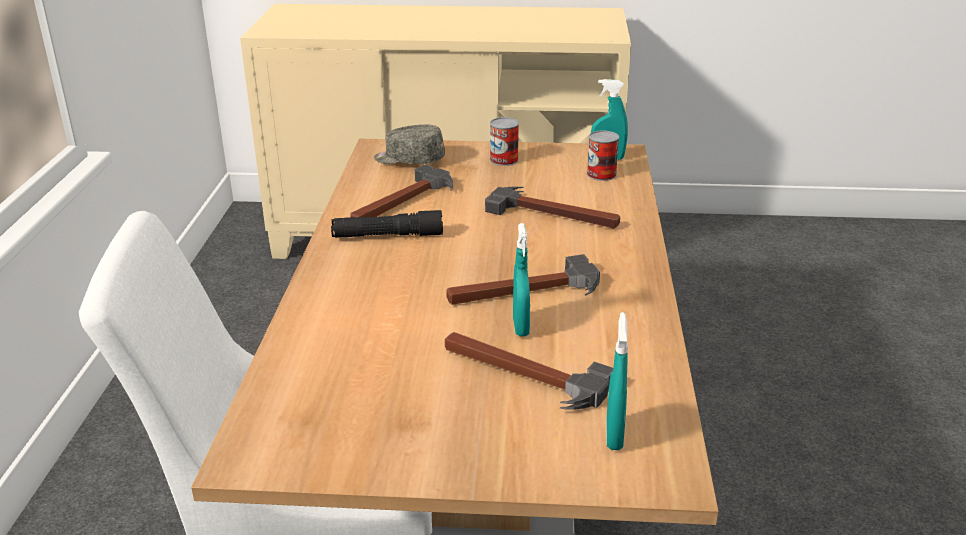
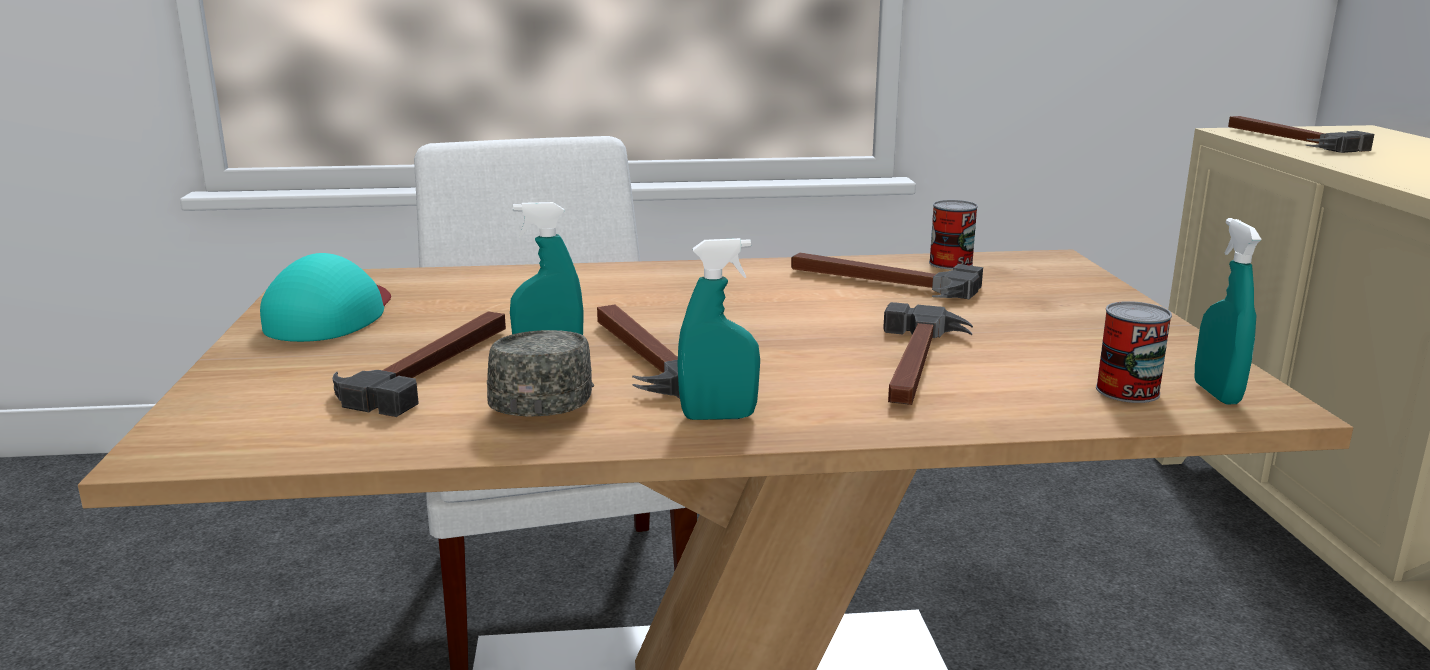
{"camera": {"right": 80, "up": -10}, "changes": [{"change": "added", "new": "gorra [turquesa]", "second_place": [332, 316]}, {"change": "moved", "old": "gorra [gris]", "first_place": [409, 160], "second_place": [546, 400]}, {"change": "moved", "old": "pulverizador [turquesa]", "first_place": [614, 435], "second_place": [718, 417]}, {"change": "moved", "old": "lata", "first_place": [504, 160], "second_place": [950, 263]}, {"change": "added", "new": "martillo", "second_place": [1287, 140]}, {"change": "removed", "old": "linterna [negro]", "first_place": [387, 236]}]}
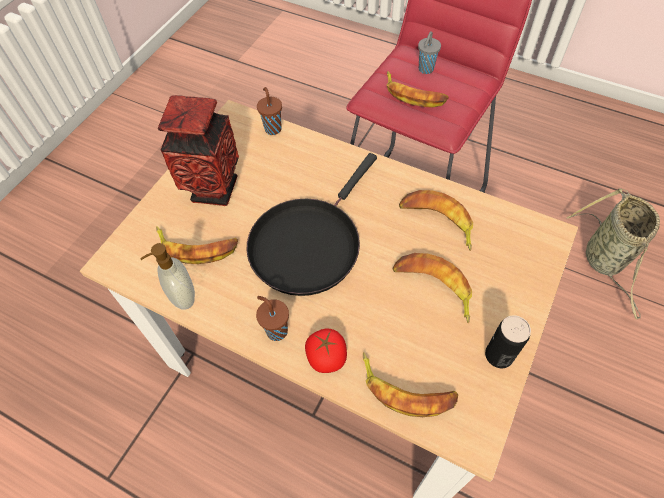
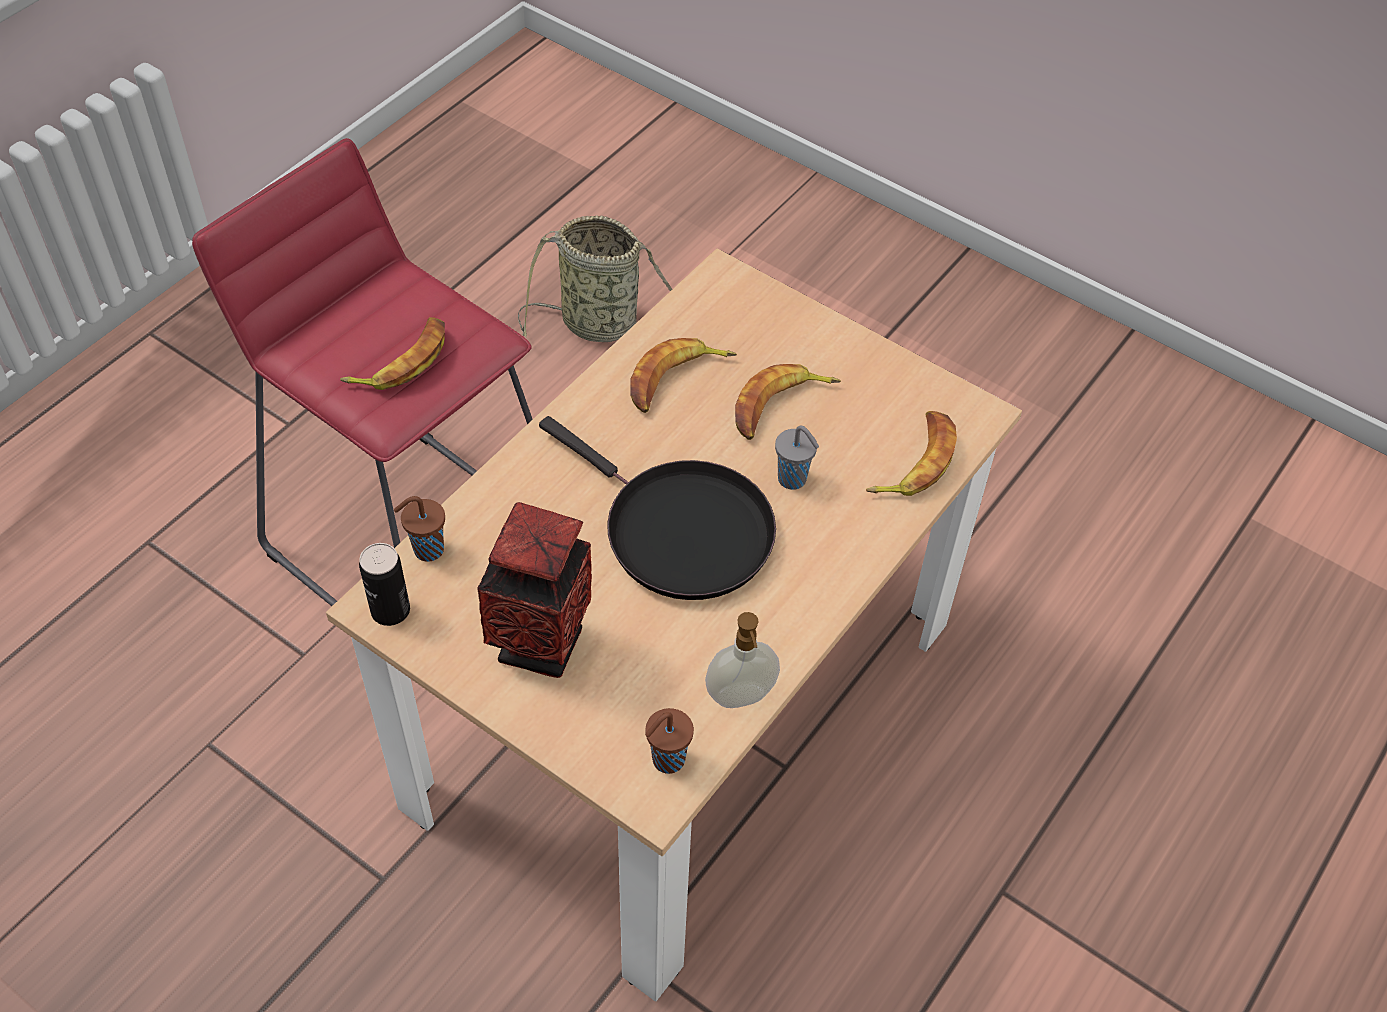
{"camera": {"right": -85, "up": -5}, "changes": [{"change": "moved", "old": "lata", "first_place": [499, 355], "second_place": [390, 610]}, {"change": "moved", "old": "taza [marrón]", "first_place": [276, 330], "second_place": [666, 761]}, {"change": "moved", "old": "taza [gris]", "first_place": [425, 70], "second_place": [793, 480]}, {"change": "removed", "old": "plátano", "first_place": [197, 247]}, {"change": "removed", "old": "tomate", "first_place": [327, 357]}]}
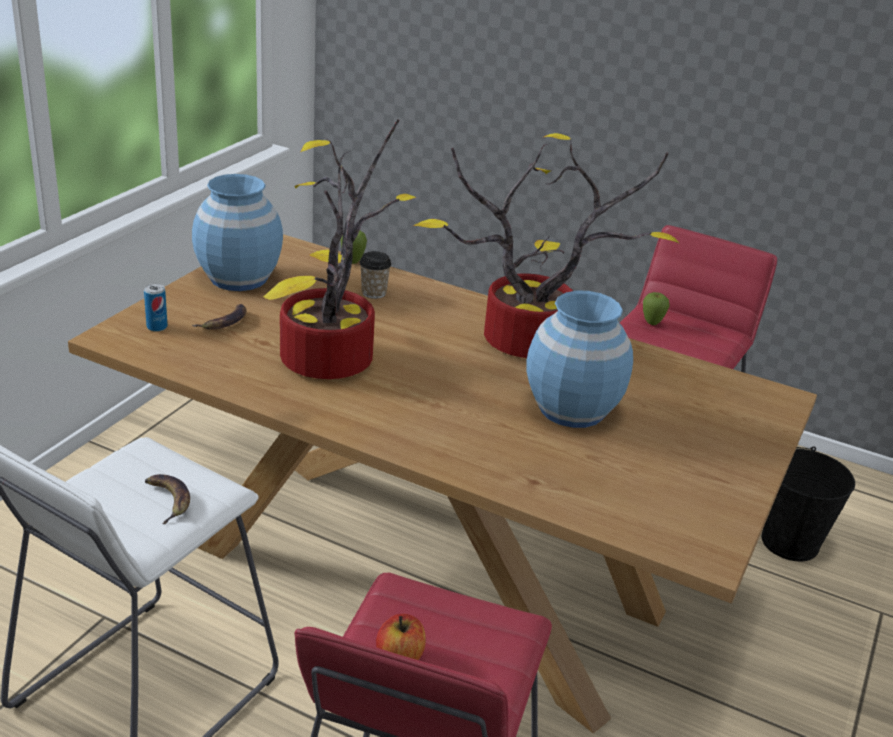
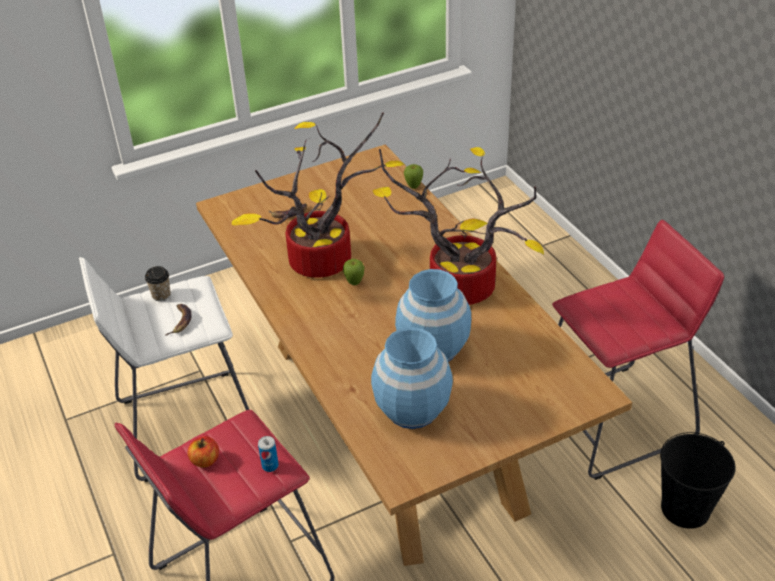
{"camera": {"right": 40, "up": 10}, "changes": [{"change": "moved", "old": "taza", "first_place": [374, 293], "second_place": [161, 295]}, {"change": "moved", "old": "lata", "first_place": [157, 327], "second_place": [270, 466]}, {"change": "moved", "old": "manzana", "first_place": [652, 323], "second_place": [354, 283]}, {"change": "moved", "old": "florero [azul]", "first_place": [238, 278], "second_place": [412, 409]}]}
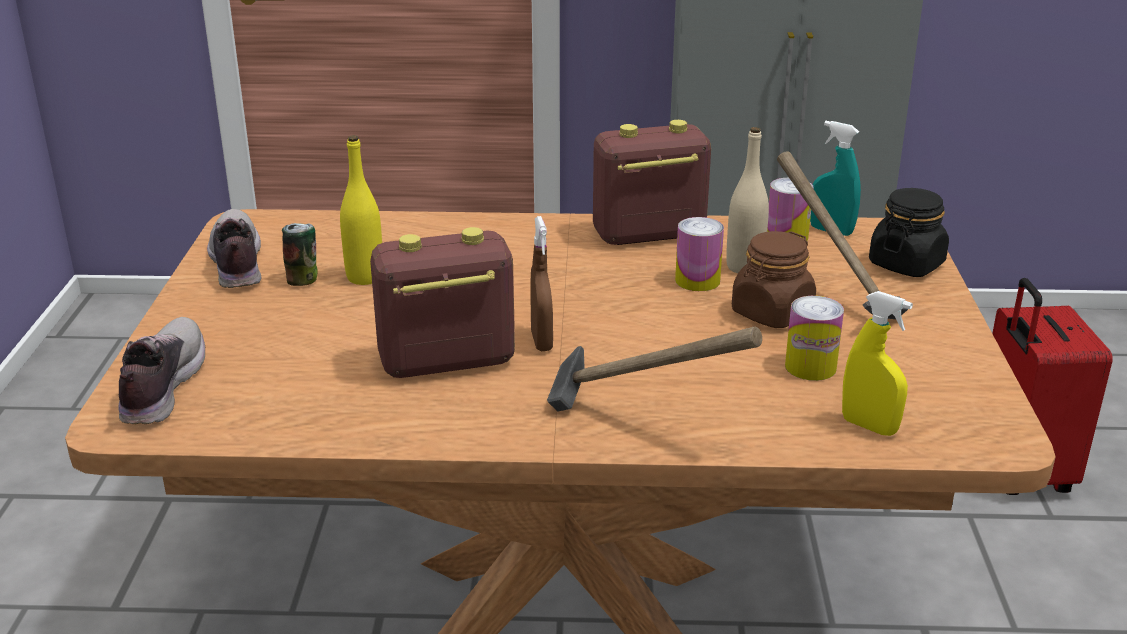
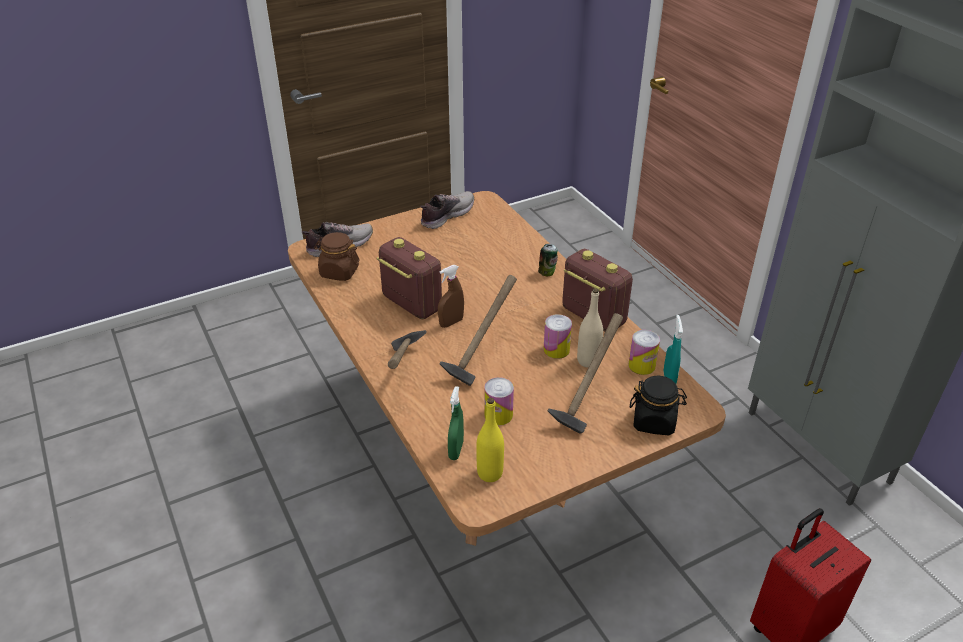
{"camera": {"right": 60, "up": 10}, "changes": [{"change": "moved", "old": "tarro [marrón]", "first_place": [771, 313], "second_place": [339, 272]}, {"change": "added", "new": "martillo", "second_place": [480, 358]}, {"change": "recoloured", "old": "pulverizador [amarillo]", "new": "pulverizador [verde]", "first_place": [869, 426], "second_place": [456, 450]}, {"change": "moved", "old": "botella [amarillo]", "first_place": [365, 277], "second_place": [490, 473]}, {"change": "moved", "old": "lata", "first_place": [303, 280], "second_place": [547, 272]}]}
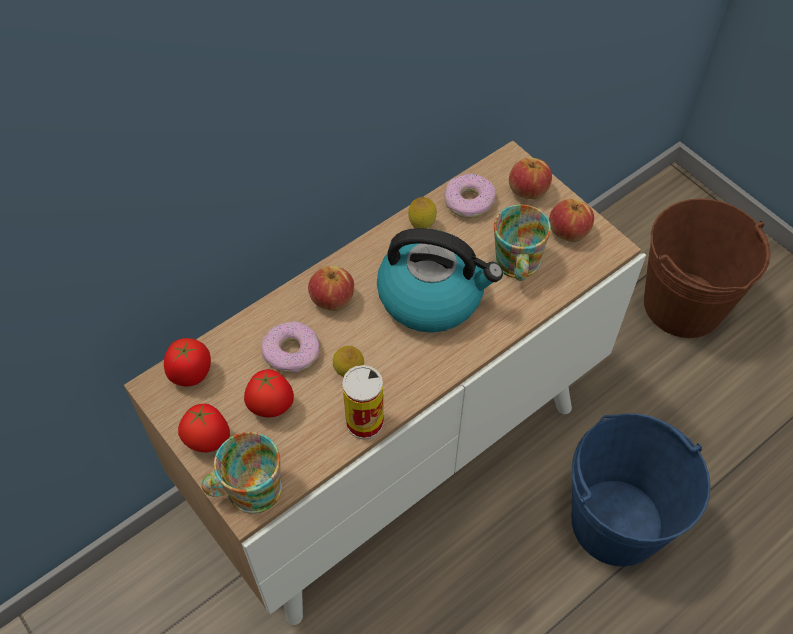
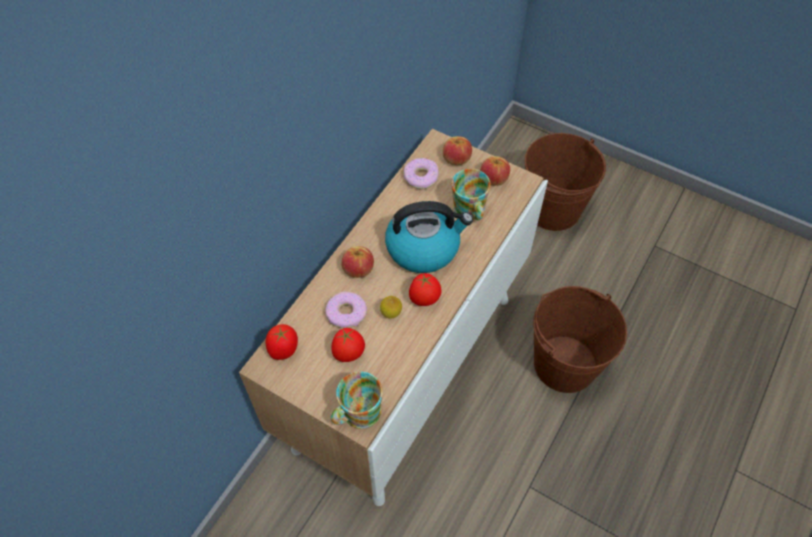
{"camera": {"right": -20, "up": 0}, "changes": [{"change": "moved", "old": "tomate", "first_place": [208, 441], "second_place": [424, 299]}, {"change": "recoloured", "old": "cubo [azul]", "new": "cubo [marrón]", "first_place": [616, 522], "second_place": [564, 364]}, {"change": "removed", "old": "lata", "first_place": [364, 422]}, {"change": "removed", "old": "limón", "first_place": [421, 225]}]}
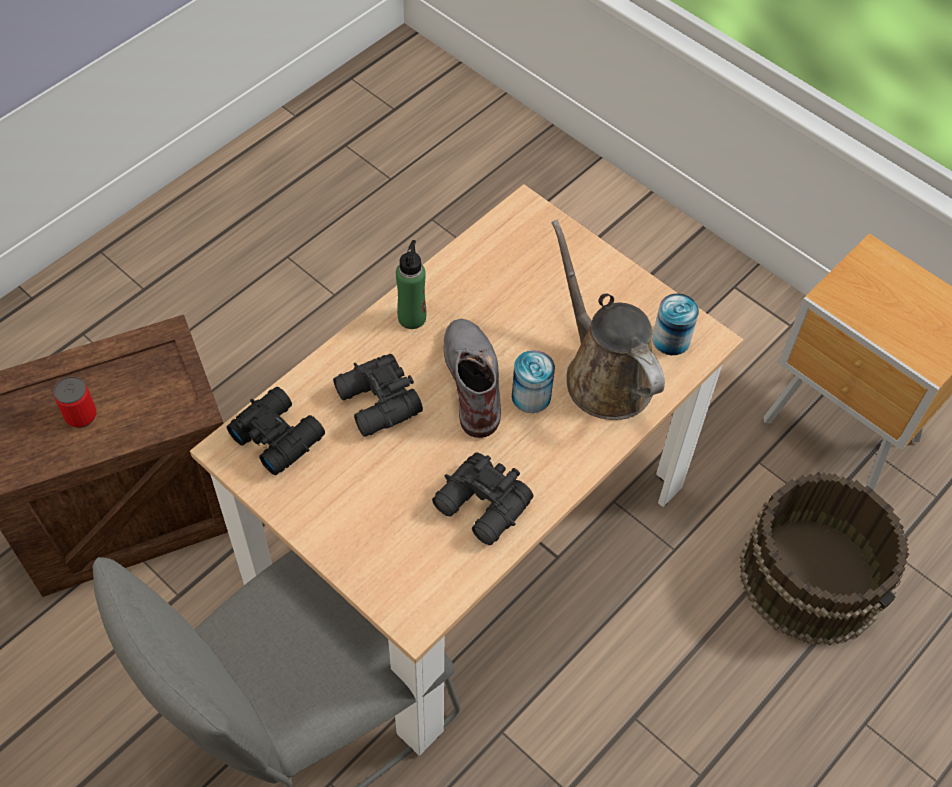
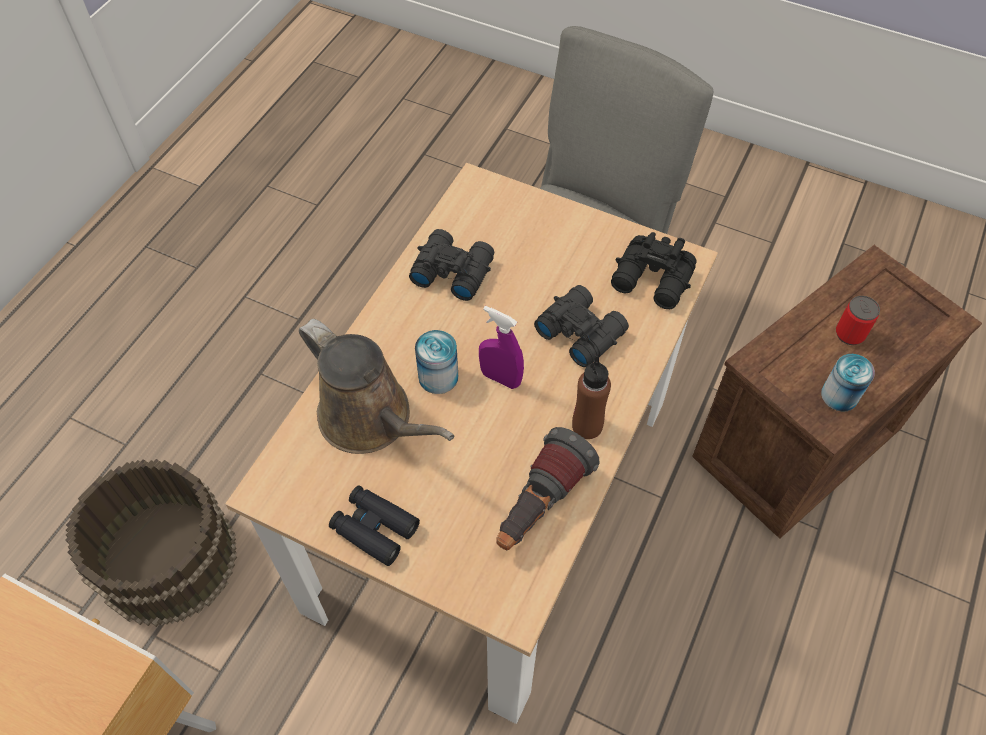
{"camera": {"right": 165, "up": 0}, "changes": [{"change": "added", "new": "prismáticos [negro]", "second_place": [374, 528]}, {"change": "replaced", "old": "bota [gris]", "new": "pulverizador [morado]", "first_place": [472, 379], "second_place": [500, 378]}, {"change": "added", "new": "linterna", "second_place": [539, 506]}, {"change": "recoloured", "old": "botella [verde]", "new": "botella [marrón]", "first_place": [412, 317], "second_place": [587, 426]}, {"change": "moved", "old": "lata", "first_place": [671, 339], "second_place": [839, 395]}]}
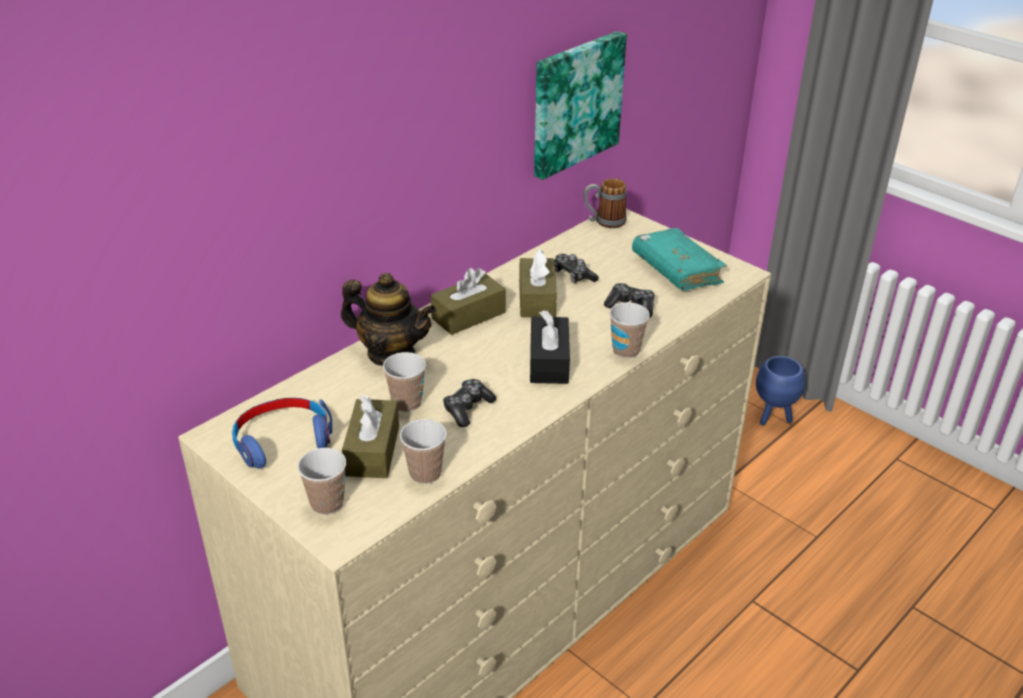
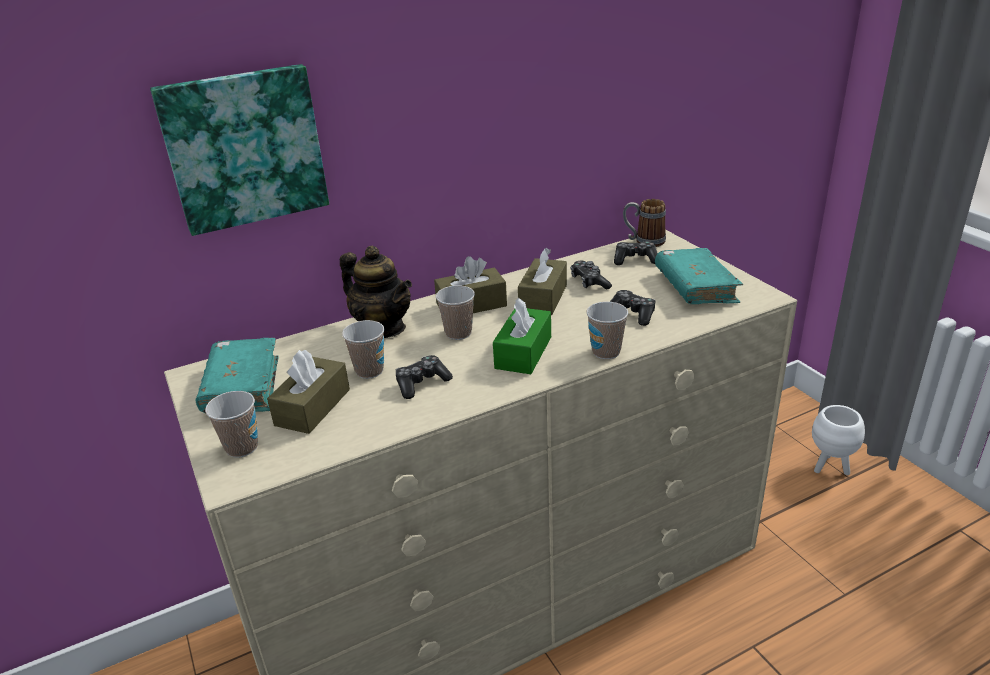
{"camera": {"right": 20, "up": -5}, "changes": [{"change": "moved", "old": "cuadro", "first_place": [575, 103], "second_place": [244, 148]}, {"change": "replaced", "old": "auriculares [azul]", "new": "libro [turquesa]", "first_place": [282, 440], "second_place": [242, 387]}, {"change": "moved", "old": "taza", "first_place": [425, 473], "second_place": [458, 333]}, {"change": "recoloured", "old": "caja de pañuelos [negro]", "new": "caja de pañuelos [verde]", "first_place": [549, 362], "second_place": [523, 352]}, {"change": "added", "new": "mando de consola", "second_place": [635, 259]}, {"change": "recoloured", "old": "maceta [azul]", "new": "maceta [blanco]", "first_place": [773, 418], "second_place": [830, 468]}]}
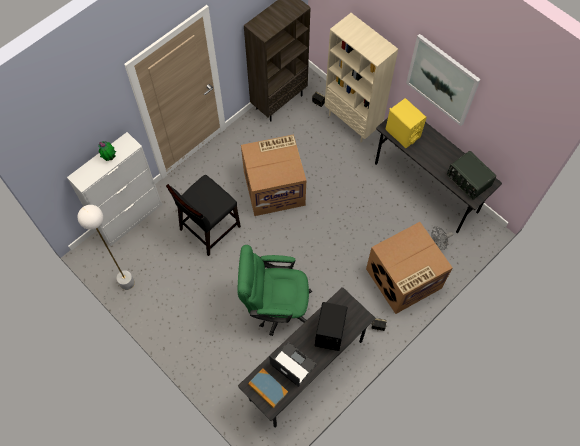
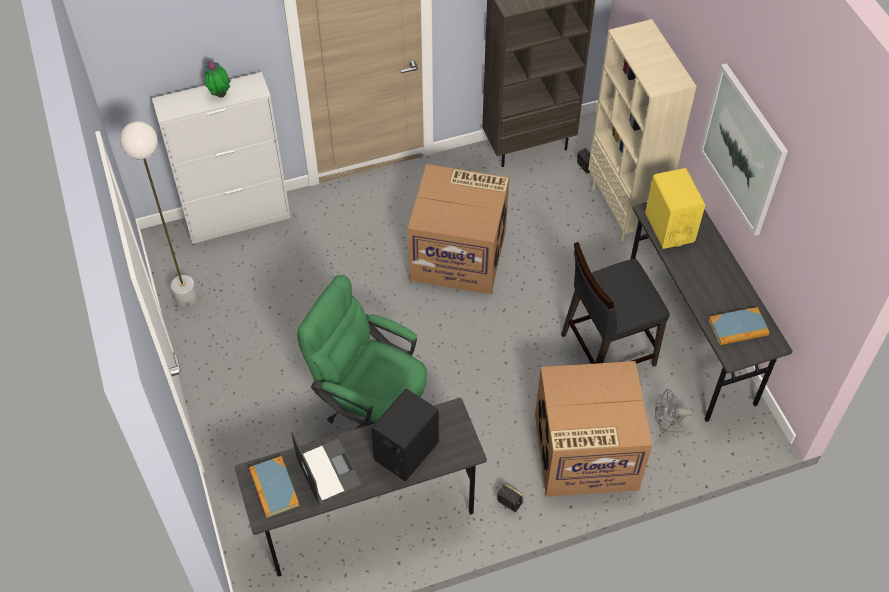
{"camera": {"right": 25, "up": -10}, "changes": [{"change": "moved", "old": "silla [negro]", "first_place": [209, 228], "second_place": [606, 349]}, {"change": "replaced", "old": "radio", "new": "libro", "first_place": [468, 180], "second_place": [738, 328]}]}
